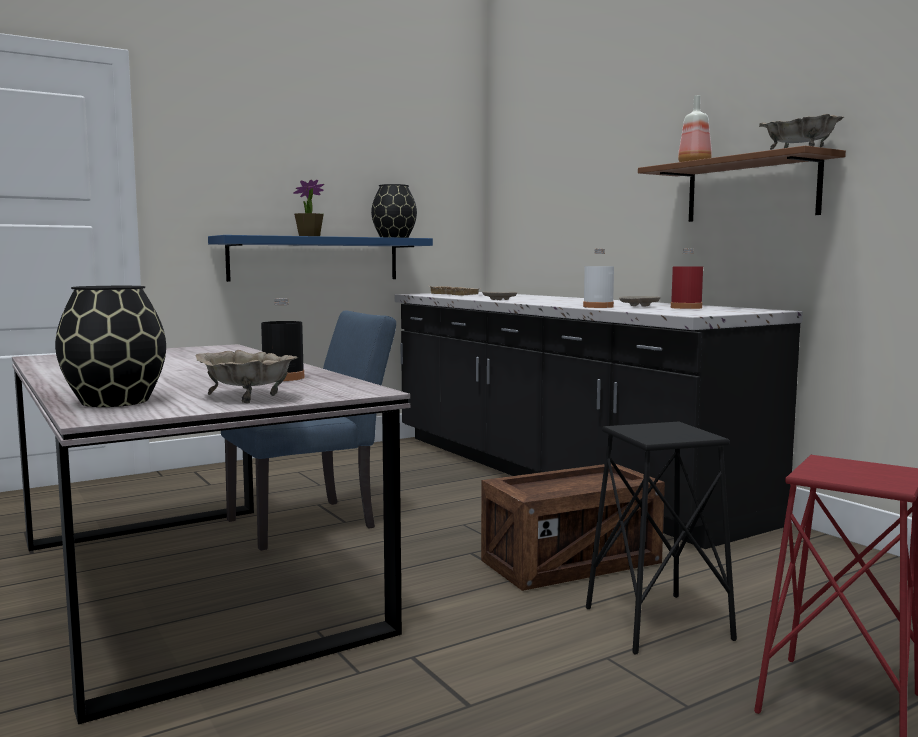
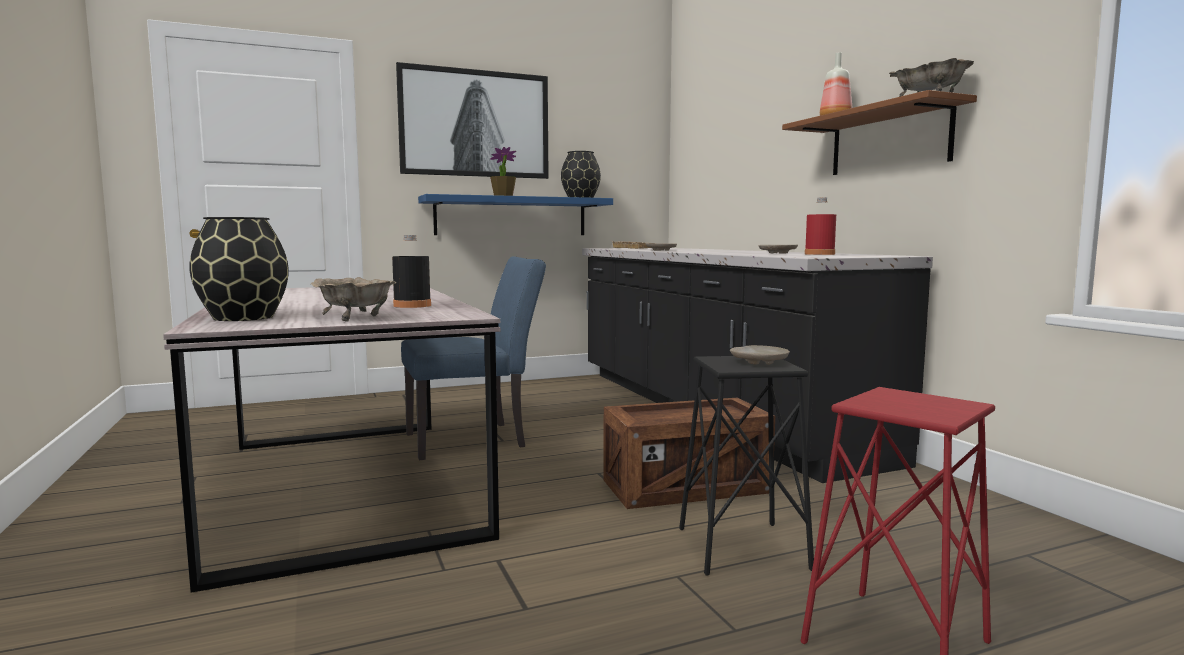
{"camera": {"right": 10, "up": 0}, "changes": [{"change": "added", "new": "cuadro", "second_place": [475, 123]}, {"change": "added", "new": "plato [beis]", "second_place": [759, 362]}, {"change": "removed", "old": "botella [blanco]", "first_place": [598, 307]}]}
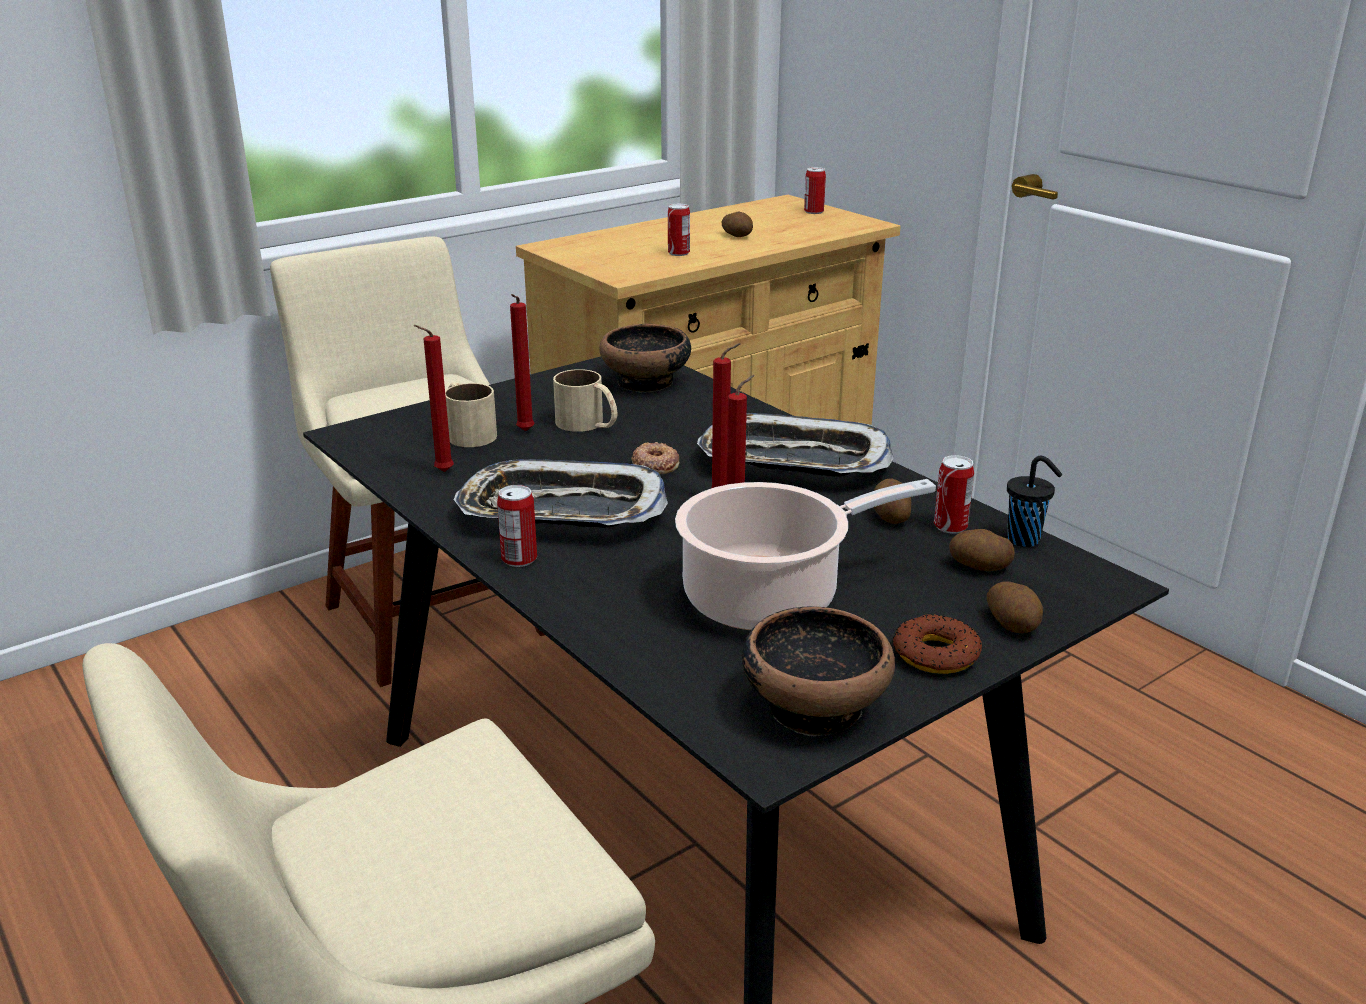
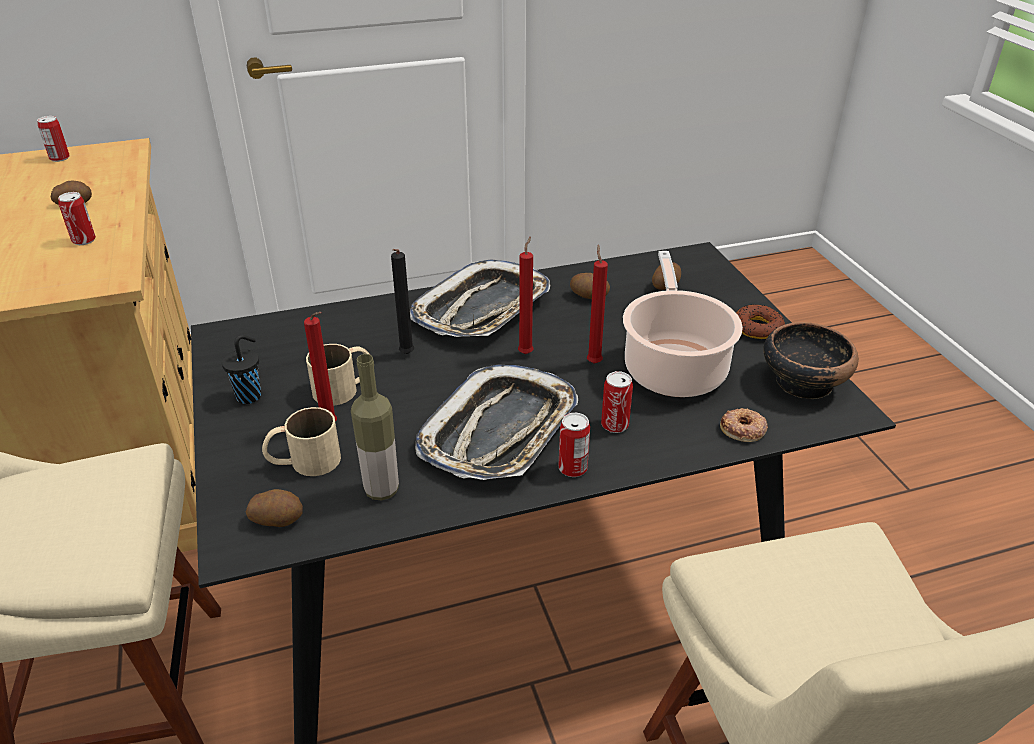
{"camera": {"right": -70, "up": 10}, "changes": [{"change": "moved", "old": "taza [negro]", "first_place": [1025, 540], "second_place": [250, 396]}, {"change": "moved", "old": "patata", "first_place": [1014, 624], "second_place": [277, 519]}, {"change": "replaced", "old": "vela [rojo]", "new": "botella", "first_place": [441, 472], "second_place": [381, 490]}, {"change": "added", "new": "vela [negro]", "second_place": [406, 355]}, {"change": "moved", "old": "lata", "first_place": [950, 526], "second_place": [614, 425]}, {"change": "moved", "old": "rosquilla", "first_place": [655, 464], "second_place": [743, 429]}, {"change": "removed", "old": "cuenco", "first_place": [646, 382]}]}
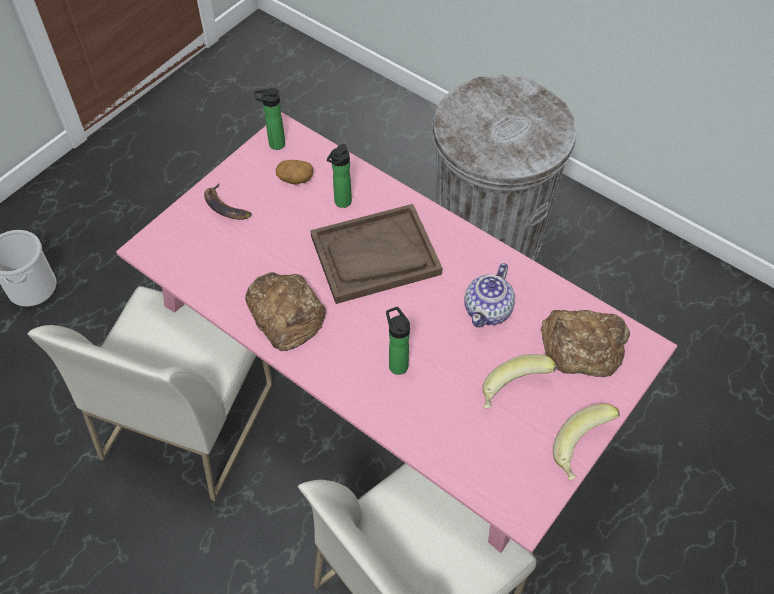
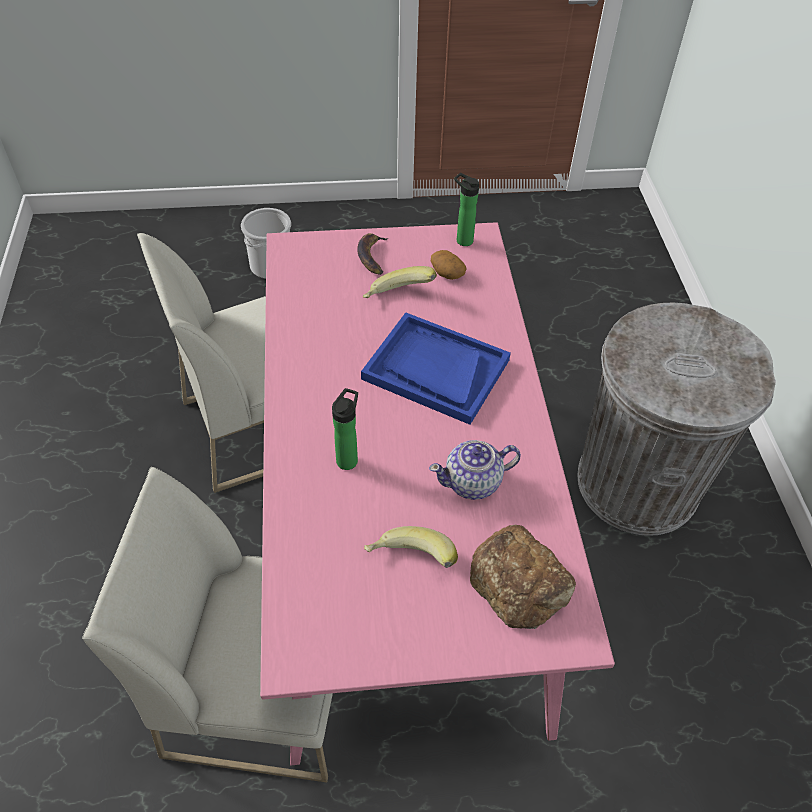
{"camera": {"right": 45, "up": -5}, "changes": [{"change": "recoloured", "old": "bandeja [marrón]", "new": "bandeja [azul]", "first_place": [375, 256], "second_place": [435, 370]}, {"change": "moved", "old": "plátano", "first_place": [583, 451], "second_place": [398, 298]}, {"change": "removed", "old": "pan", "first_place": [286, 314]}, {"change": "removed", "old": "botella", "first_place": [341, 203]}]}
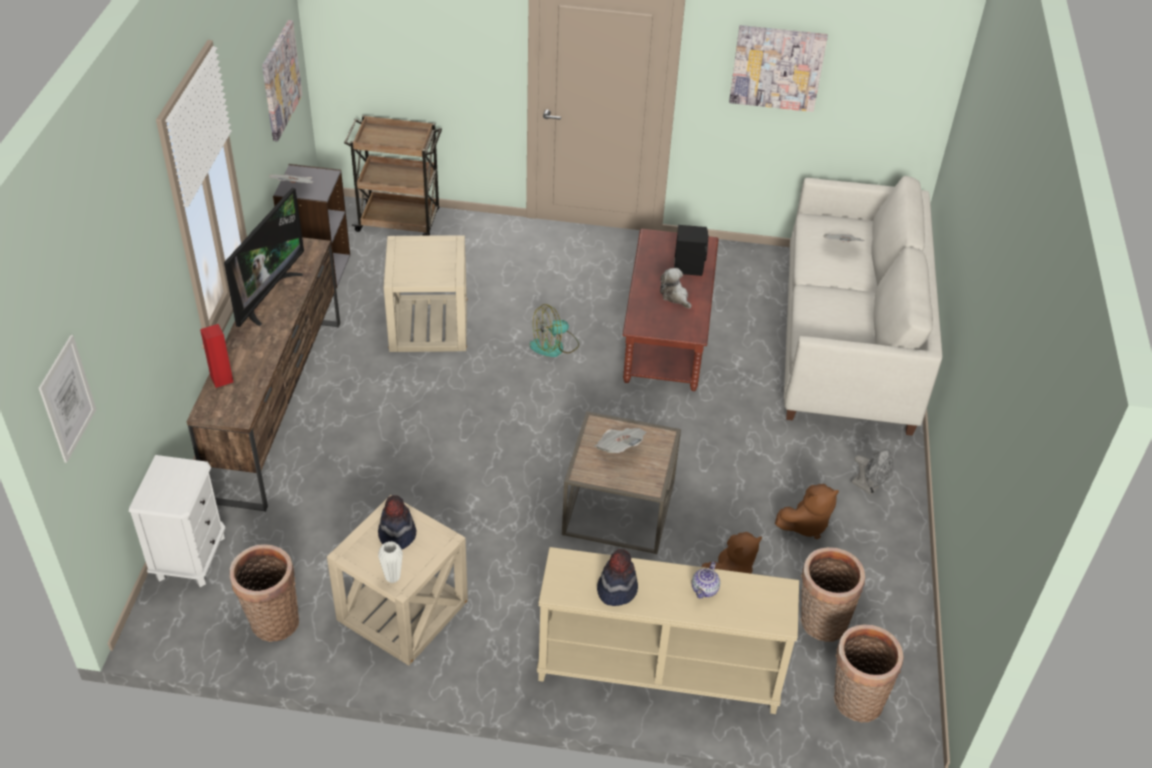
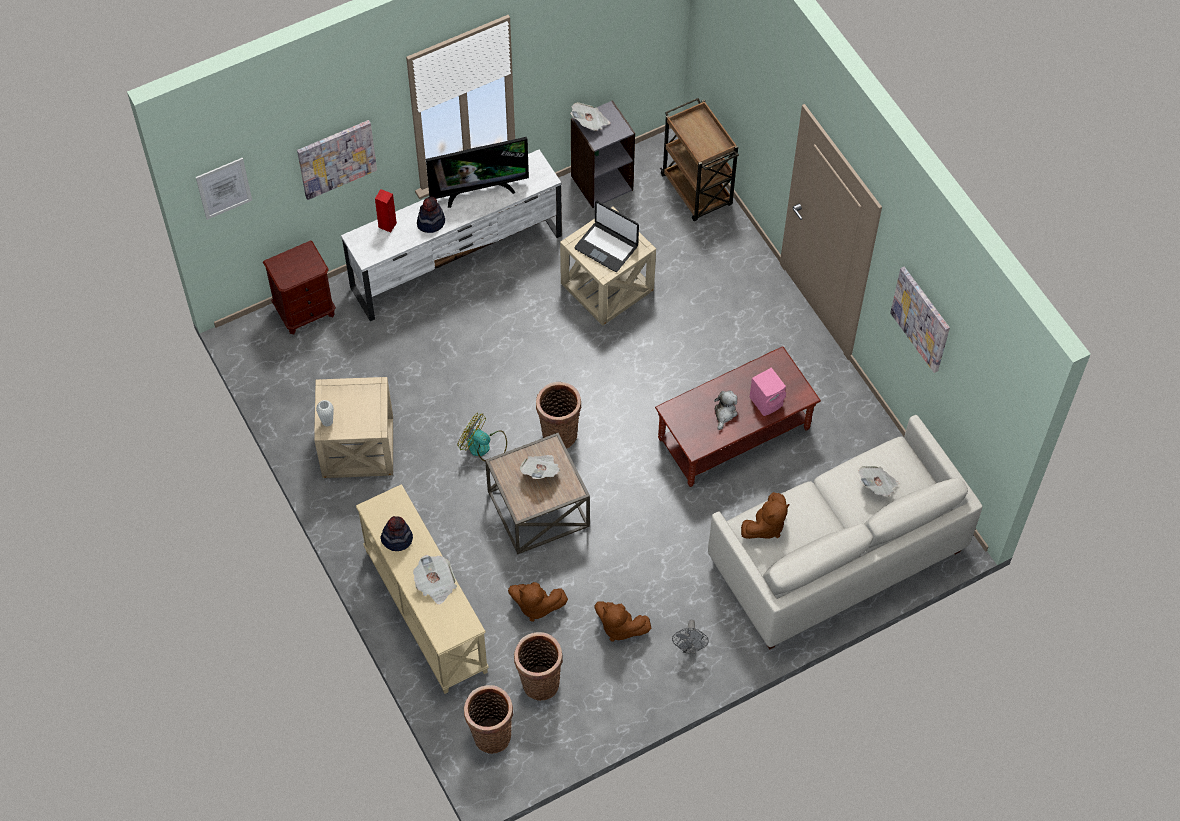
{"camera": {"right": 55, "up": 15}, "changes": [{"change": "recoloured", "old": "mesita de noche [blanco]", "new": "mesita de noche [marrón]", "first_place": [190, 557], "second_place": [305, 311]}, {"change": "moved", "old": "cuadro", "first_place": [280, 80], "second_place": [336, 158]}, {"change": "recoloured", "old": "mueble de televisión [marrón]", "new": "mueble de televisión [blanco]", "first_place": [279, 406], "second_place": [457, 261]}, {"change": "replaced", "old": "tetera", "new": "periódico", "first_place": [705, 589], "second_place": [435, 584]}, {"change": "moved", "old": "sombrero", "first_place": [397, 535], "second_place": [430, 222]}, {"change": "moved", "old": "ventilador", "first_place": [554, 346], "second_place": [484, 447]}, {"change": "moved", "old": "cesta", "first_place": [271, 621], "second_place": [559, 432]}, {"change": "added", "new": "portátil", "second_place": [606, 247]}, {"change": "added", "new": "peluche [marrón]", "second_place": [765, 526]}, {"change": "recoloured", "old": "altavoz [negro]", "new": "altavoz [rosa]", "first_place": [688, 266], "second_place": [767, 401]}]}
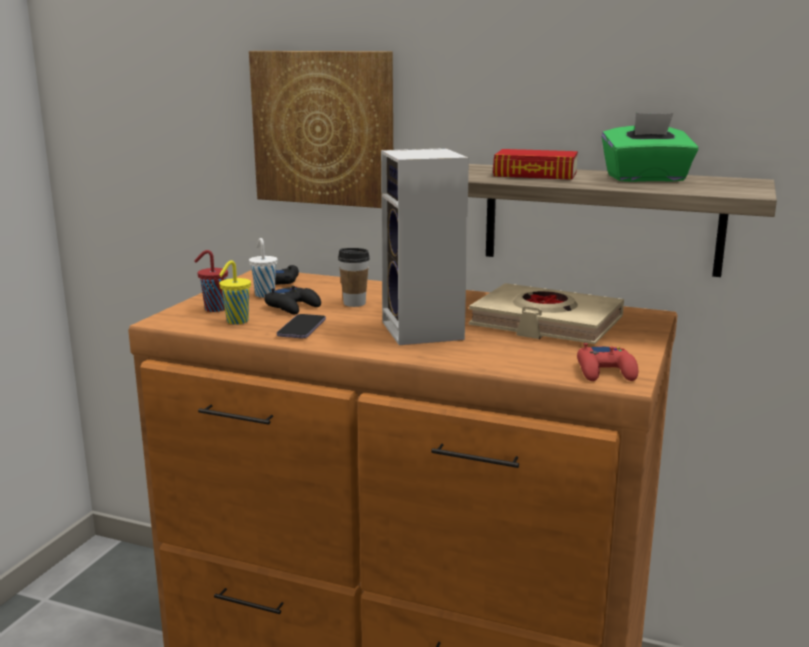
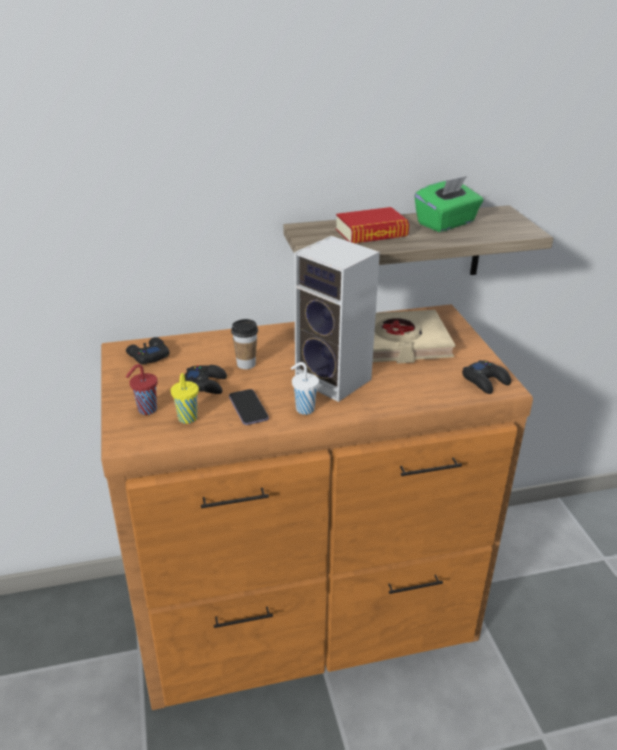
{"camera": {"right": -35, "up": 15}, "changes": [{"change": "moved", "old": "taza [blanco]", "first_place": [264, 294], "second_place": [304, 409]}, {"change": "recoloured", "old": "mando de consola [rojo]", "new": "mando de consola [negro]", "first_place": [606, 372], "second_place": [486, 381]}, {"change": "removed", "old": "cuadro", "first_place": [324, 128]}]}
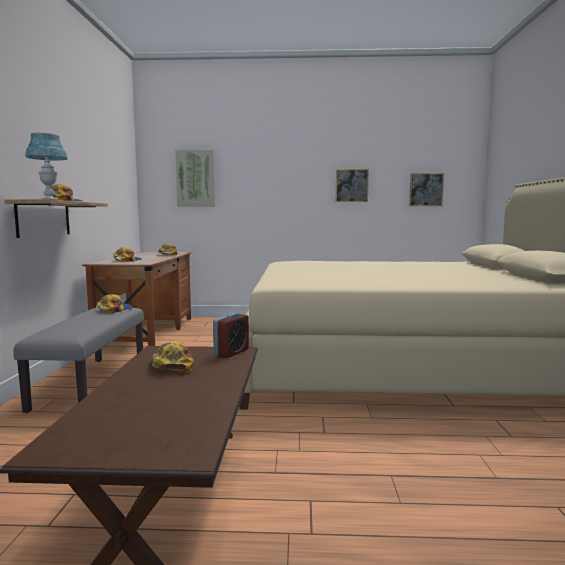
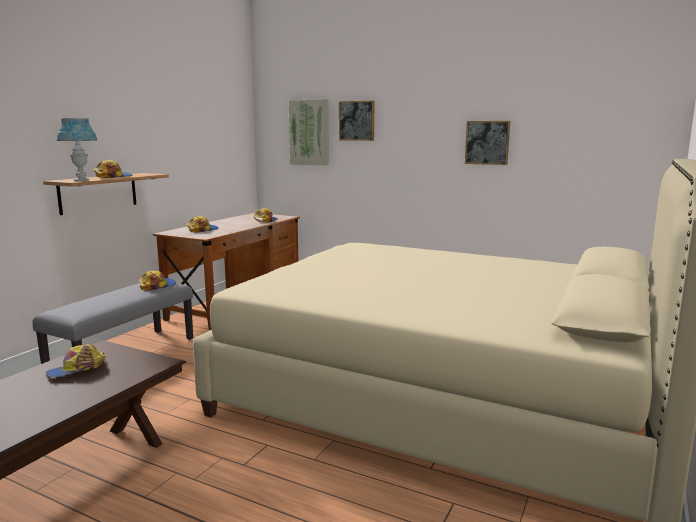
{"camera": {"right": 25, "up": 5}, "changes": [{"change": "turned", "old": "gorra", "first_place": [171, 365], "second_place": [77, 370], "degrees": -135}, {"change": "moved", "old": "cuadro", "first_place": [426, 189], "second_place": [356, 120]}, {"change": "removed", "old": "despertador", "first_place": [231, 352]}]}
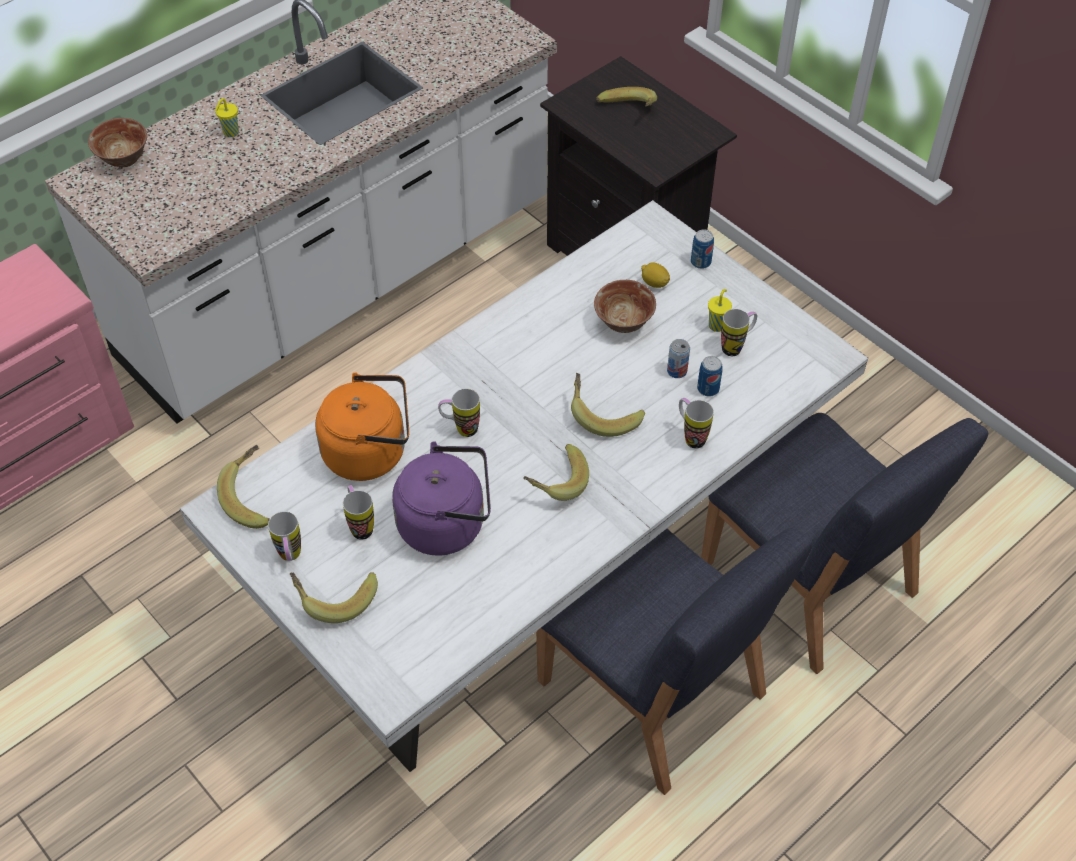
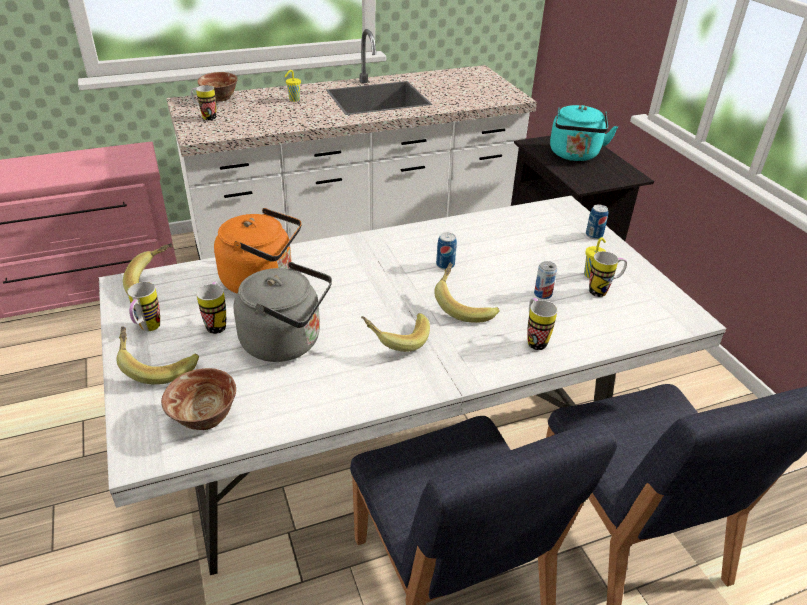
{"camera": {"right": 20, "up": -15}, "changes": [{"change": "moved", "old": "cuenco", "first_place": [624, 323], "second_place": [205, 419]}, {"change": "moved", "old": "taza grande", "first_place": [460, 429], "second_place": [205, 117]}, {"change": "recoloured", "old": "hervidor [morado]", "new": "hervidor [gris]", "first_place": [447, 524], "second_place": [287, 342]}, {"change": "moved", "old": "lata", "first_place": [708, 389], "second_place": [445, 265]}, {"change": "replaced", "old": "plátano", "new": "hervidor [turquesa]", "first_place": [627, 112], "second_place": [574, 155]}, {"change": "removed", "old": "limón", "first_place": [654, 283]}]}
